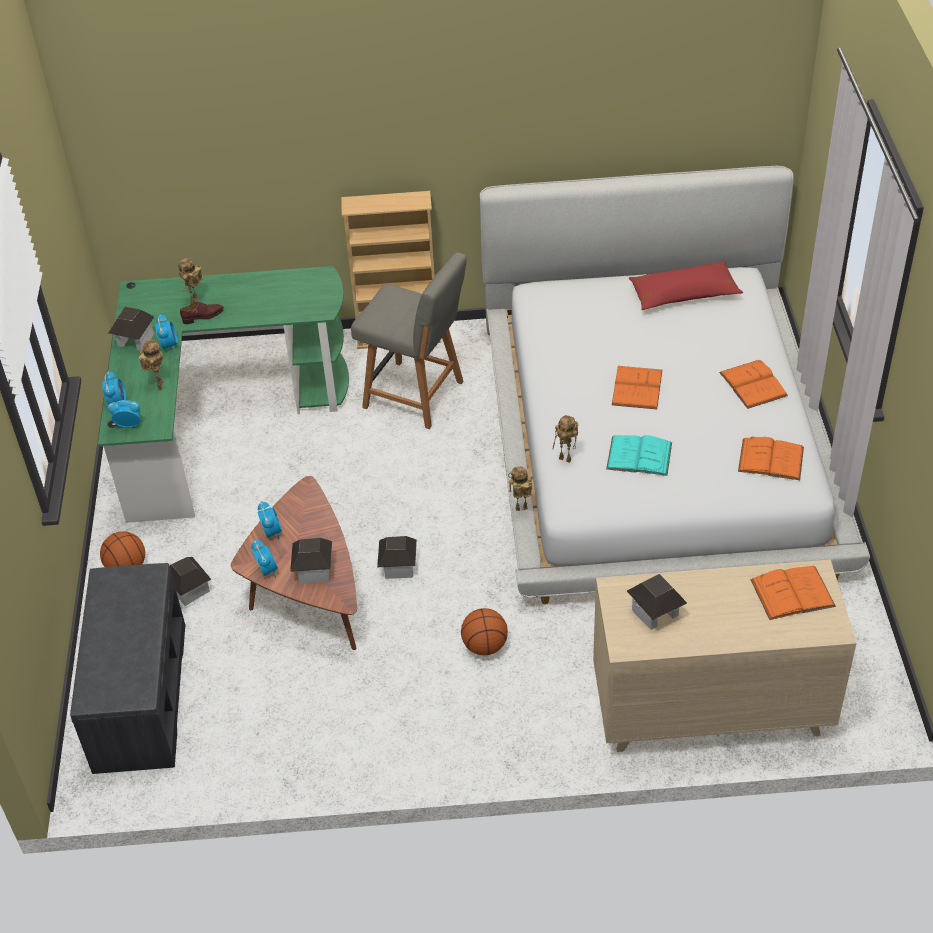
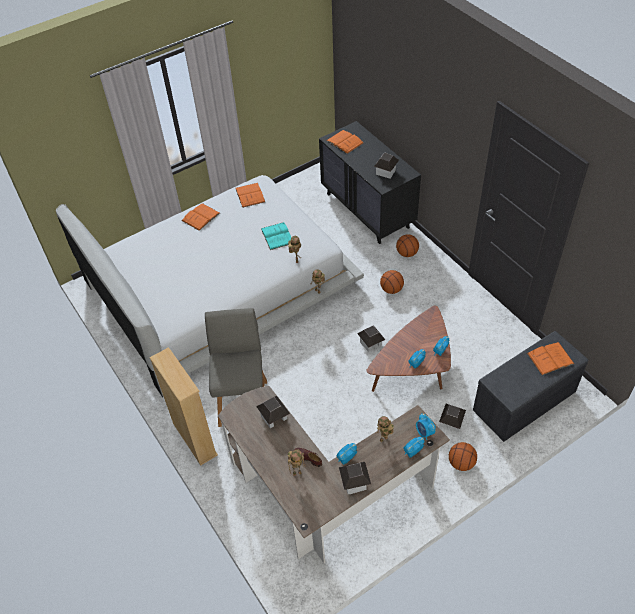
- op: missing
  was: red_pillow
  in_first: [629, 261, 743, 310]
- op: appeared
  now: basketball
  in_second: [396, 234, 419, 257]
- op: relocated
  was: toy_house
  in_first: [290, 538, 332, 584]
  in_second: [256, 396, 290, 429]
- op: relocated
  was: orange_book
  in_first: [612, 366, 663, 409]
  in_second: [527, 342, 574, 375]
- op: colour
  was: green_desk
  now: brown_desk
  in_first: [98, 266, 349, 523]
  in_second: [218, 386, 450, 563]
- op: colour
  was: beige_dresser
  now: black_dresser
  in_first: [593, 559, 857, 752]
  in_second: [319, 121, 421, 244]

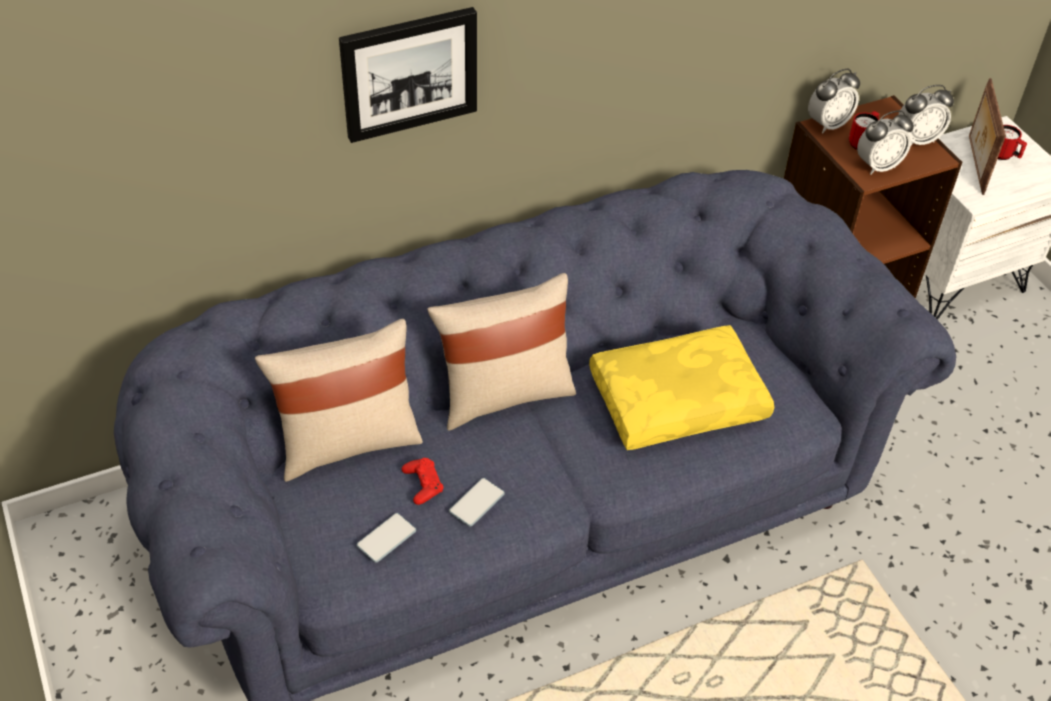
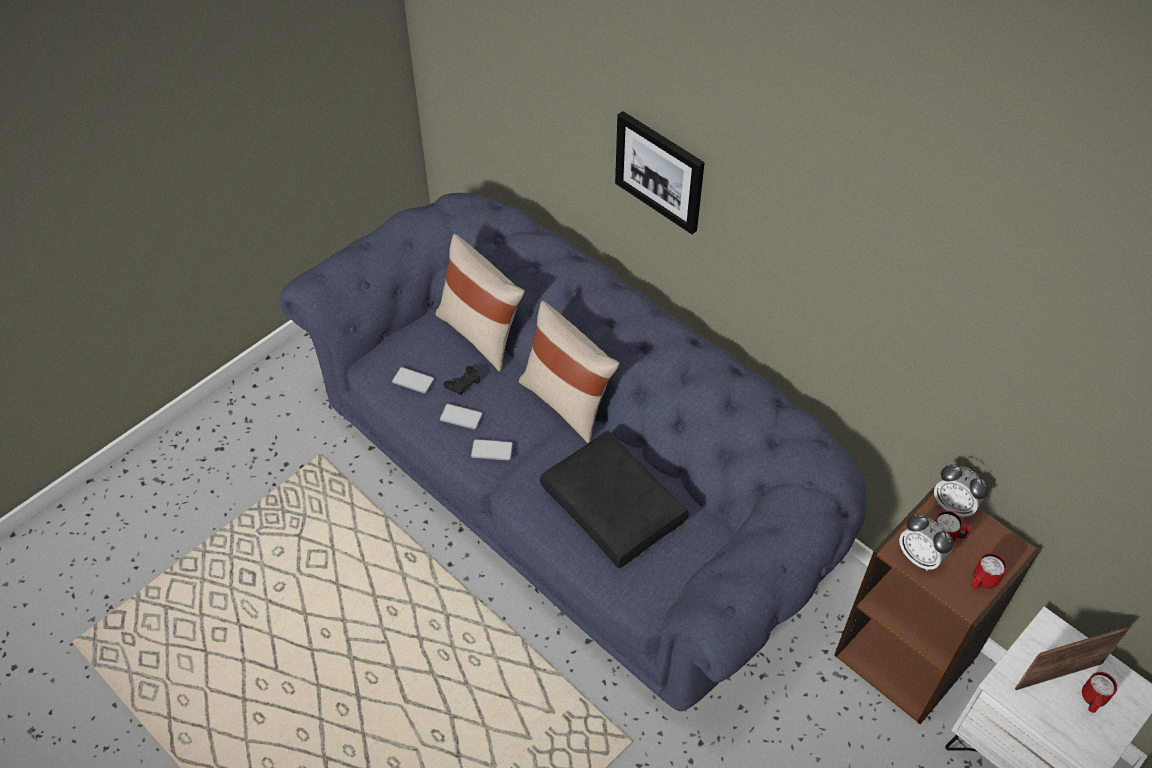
- op: appeared
  now: phone
  in_second: [471, 439, 513, 461]
- op: exchanged
  was: alarm_clock
  now: red_mug
  in_first: [898, 85, 954, 145]
  in_second: [971, 553, 1007, 589]
- op: colour
  was: red_game_controller
  now: black_game_controller
  in_first: [402, 458, 443, 505]
  in_second: [443, 366, 480, 395]
- op: colour
  was: yellow_pillow
  now: black_pillow
  in_first: [589, 325, 774, 450]
  in_second: [540, 431, 689, 569]

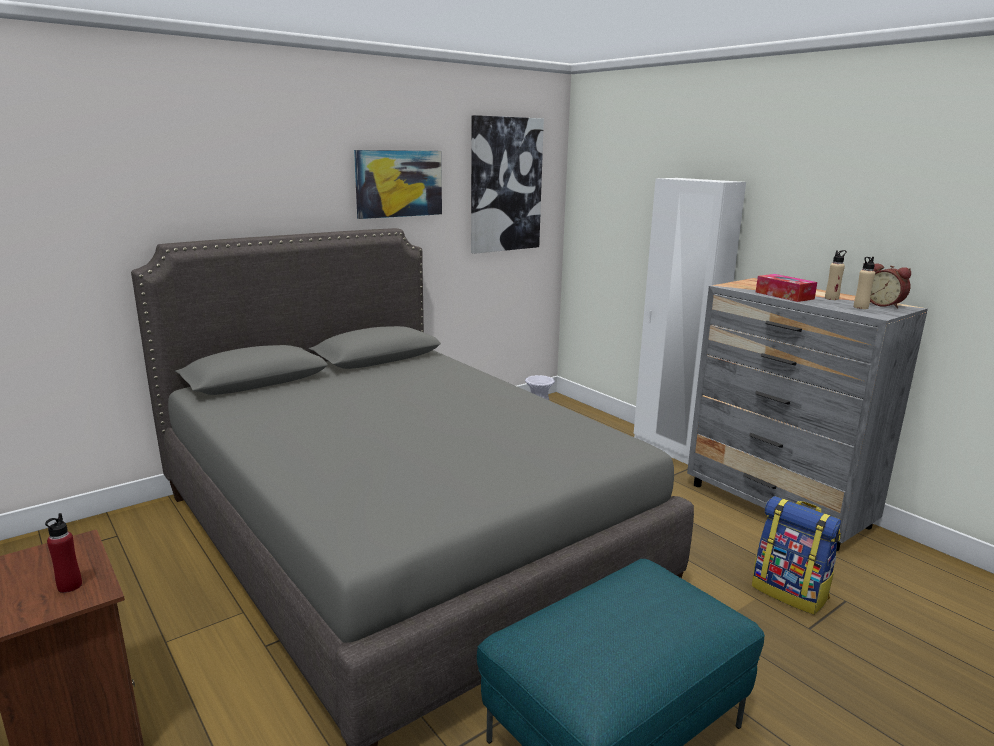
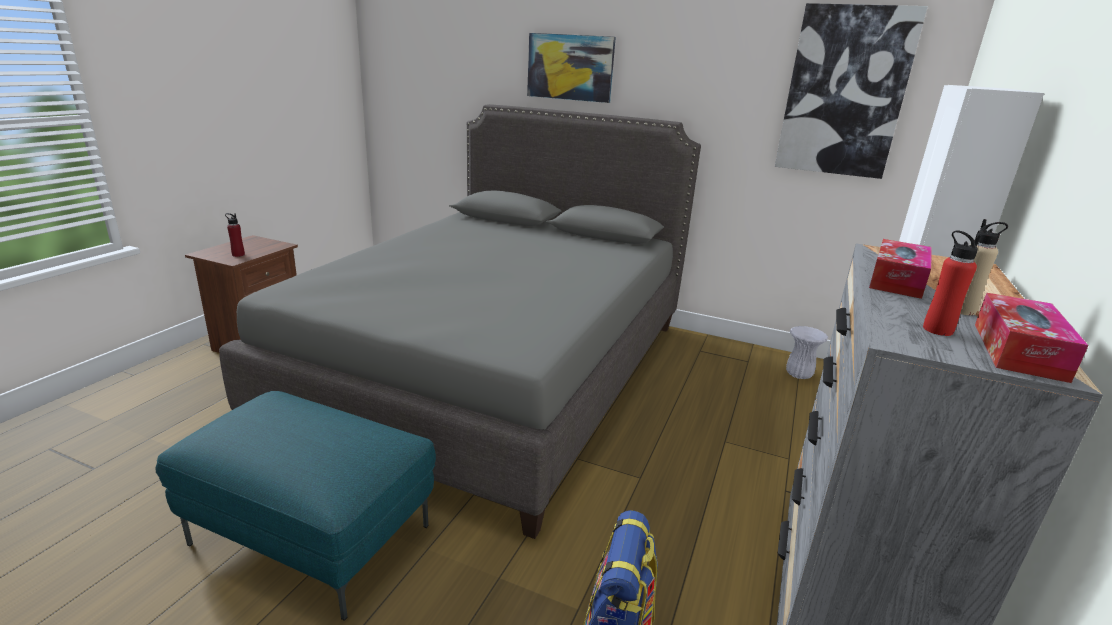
- op: relocated
  was: picture
  in_first: [354, 150, 442, 219]
  in_second: [527, 33, 616, 103]
- op: exchanged
  was: alarm_clock
  now: tissue_box
  in_first: [870, 264, 911, 308]
  in_second: [975, 293, 1089, 383]
- op: colour
  was: beige_bottle
  now: red_bottle
  in_first: [853, 257, 875, 309]
  in_second: [923, 230, 981, 336]

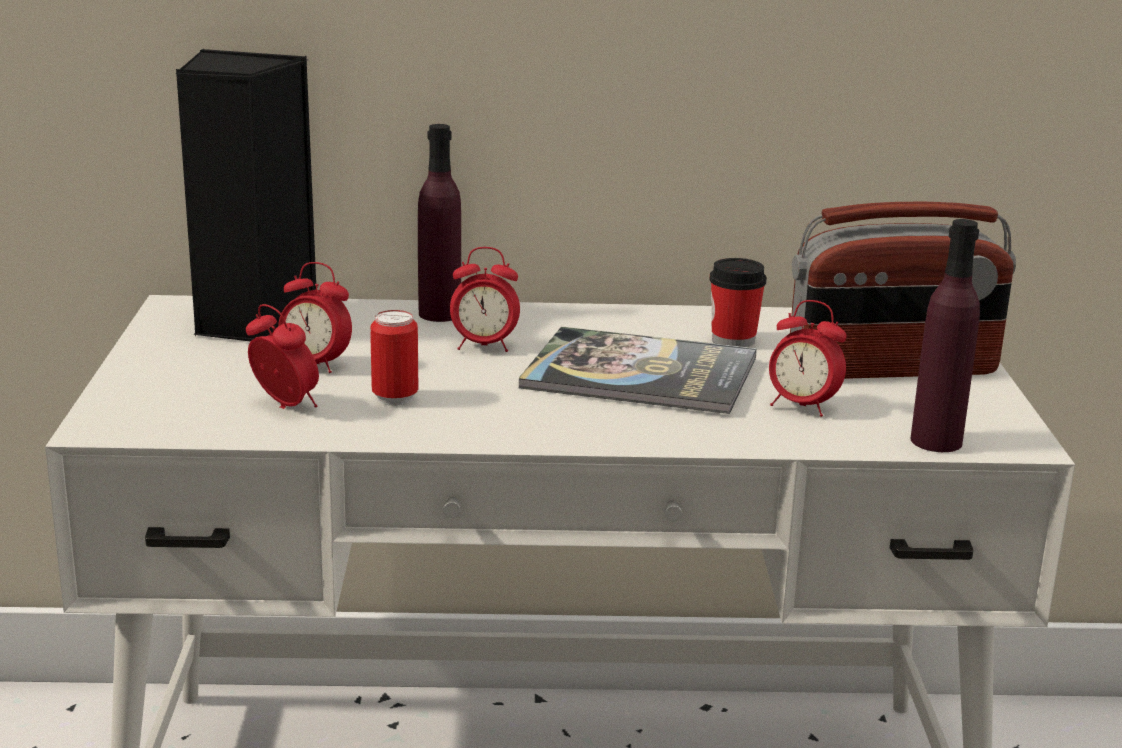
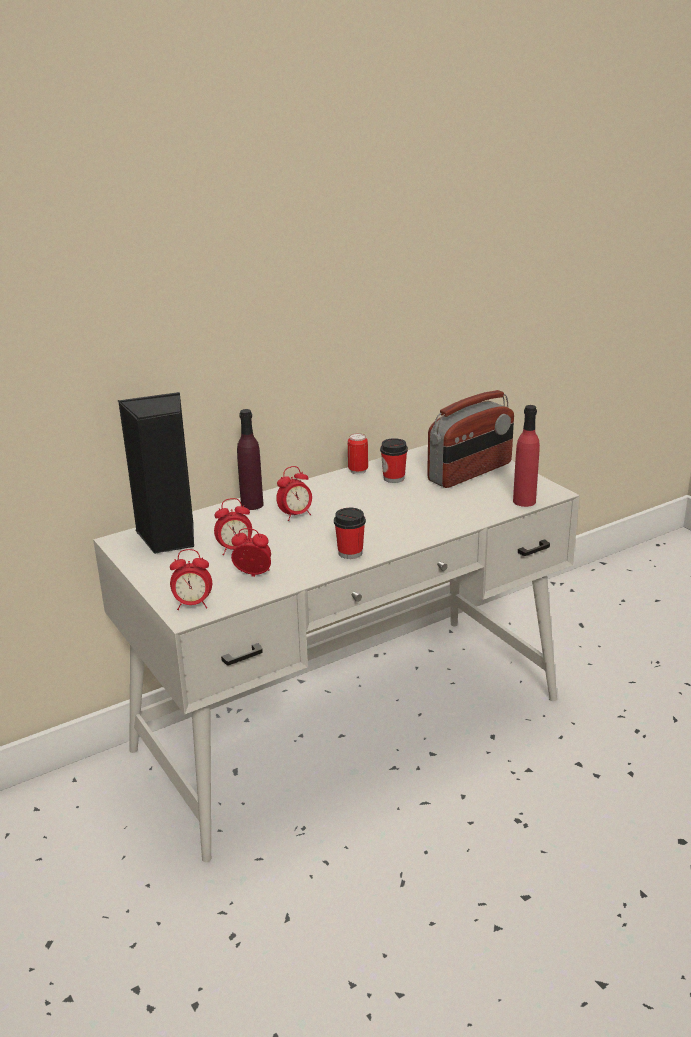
- op: missing
  was: book
  in_first: [519, 327, 757, 414]
- op: appeared
  now: cup
  in_second: [334, 508, 366, 559]
- op: relocated
  was: can
  in_first: [370, 310, 418, 406]
  in_second: [348, 433, 368, 474]
- op: relocated
  was: alarm_clock
  in_first: [769, 300, 846, 417]
  in_second: [170, 549, 212, 610]
- op: colour
  was: purple_bottle
  now: red_bottle
  in_first: [910, 219, 980, 452]
  in_second: [513, 405, 540, 507]

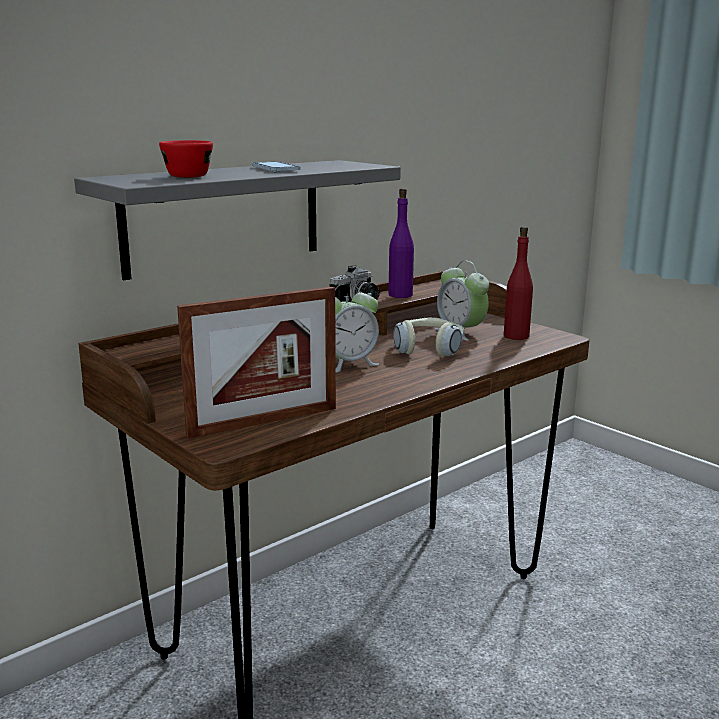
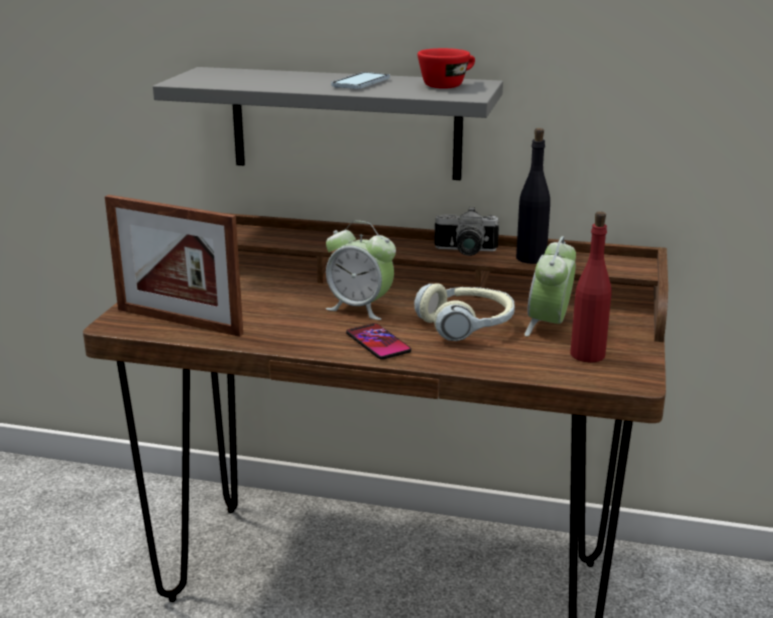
- op: appeared
  now: phone
  in_second: [346, 323, 411, 360]
- op: relocated
  was: red_cup
  in_first: [159, 140, 213, 178]
  in_second: [417, 48, 475, 89]
- op: colour
  was: purple_bottle
  now: black_bottle
  in_first: [388, 188, 414, 298]
  in_second: [516, 128, 550, 264]

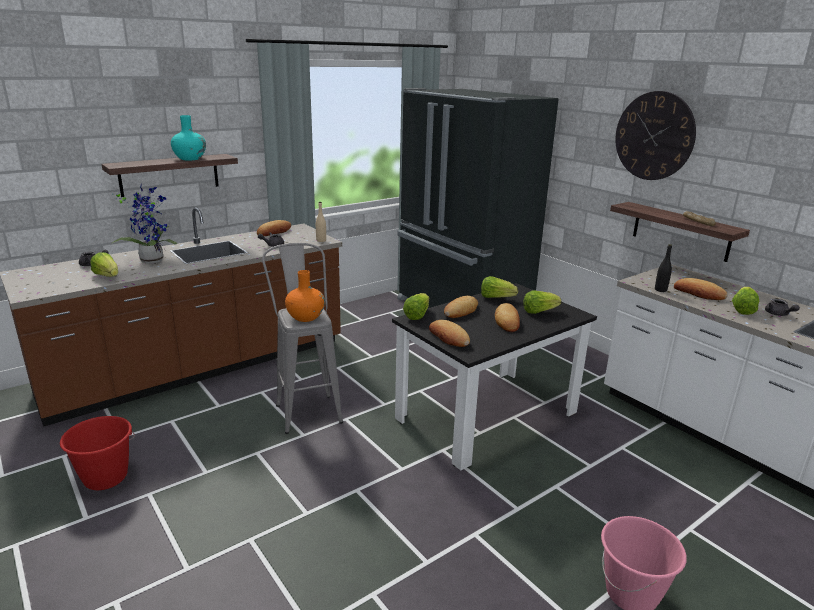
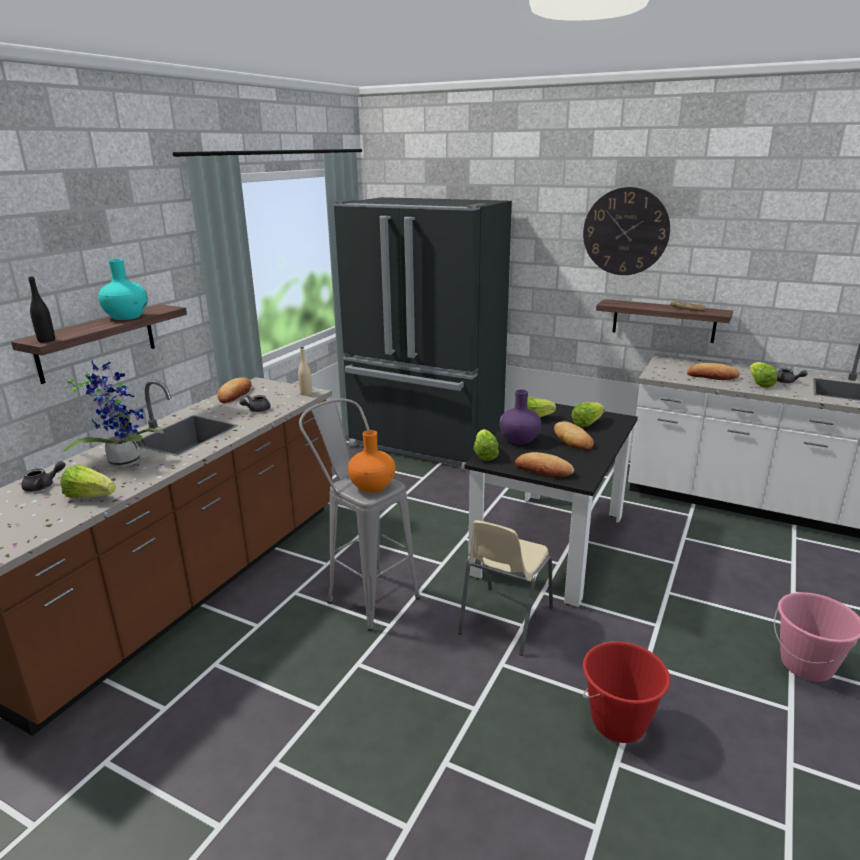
- op: appeared
  now: beige_chair
  in_second: [458, 520, 553, 656]
- op: relocated
  was: red_bucket
  in_first: [60, 416, 135, 490]
  in_second: [583, 642, 670, 743]
- op: relocated
  was: black_bottle
  in_first: [655, 244, 672, 292]
  in_second: [28, 276, 55, 343]
- op: exchanged
  was: bread
  now: purple_vase
  in_first: [444, 296, 478, 318]
  in_second: [499, 390, 541, 445]

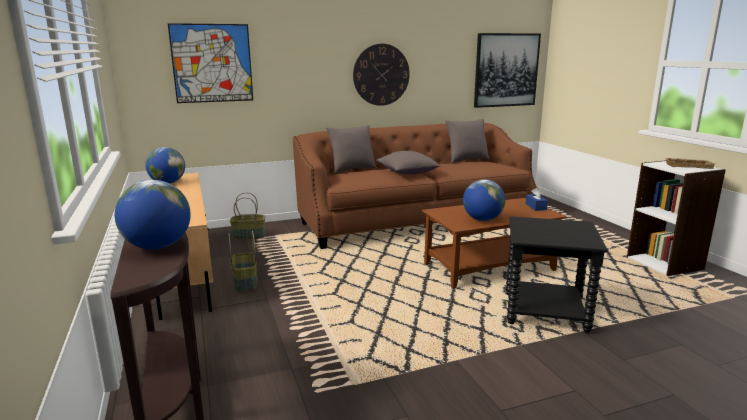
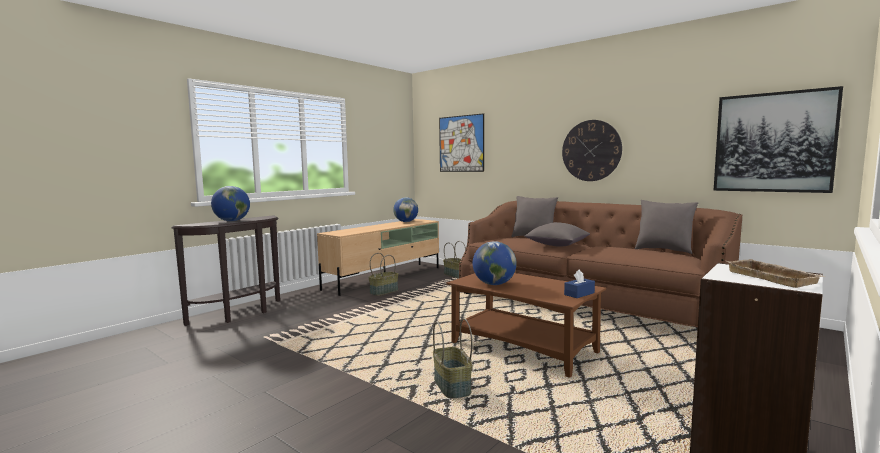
- op: exchanged
  was: black_side_table
  now: basket
  in_first: [506, 216, 608, 333]
  in_second: [433, 318, 473, 399]

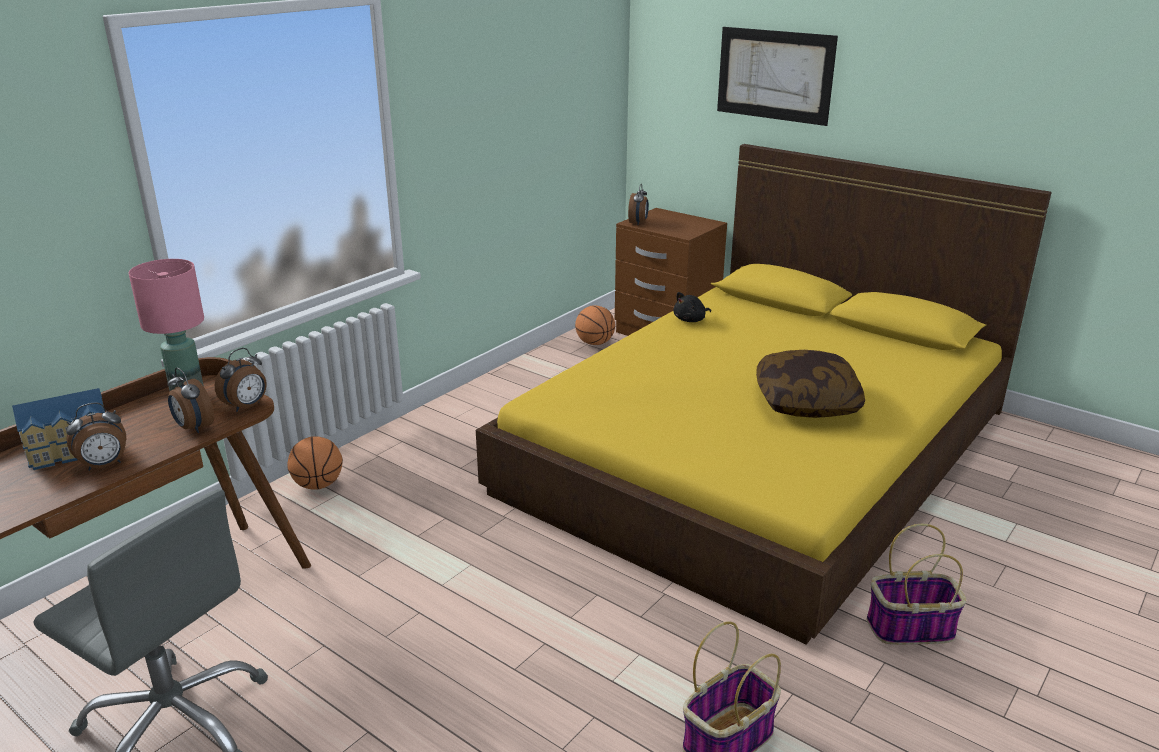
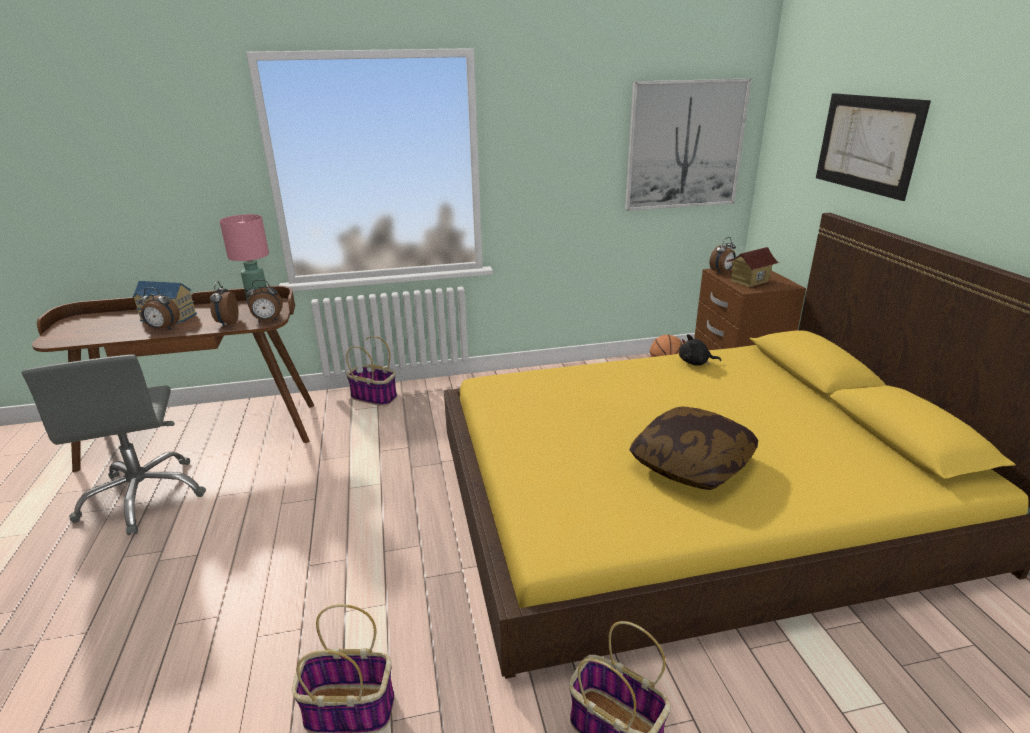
- op: appeared
  now: picture
  in_second: [625, 78, 752, 211]
- op: appeared
  now: toy_house
  in_second: [726, 247, 780, 287]
- op: exchanged
  was: basketball
  now: basket
  in_first: [287, 436, 343, 490]
  in_second: [346, 336, 397, 406]

